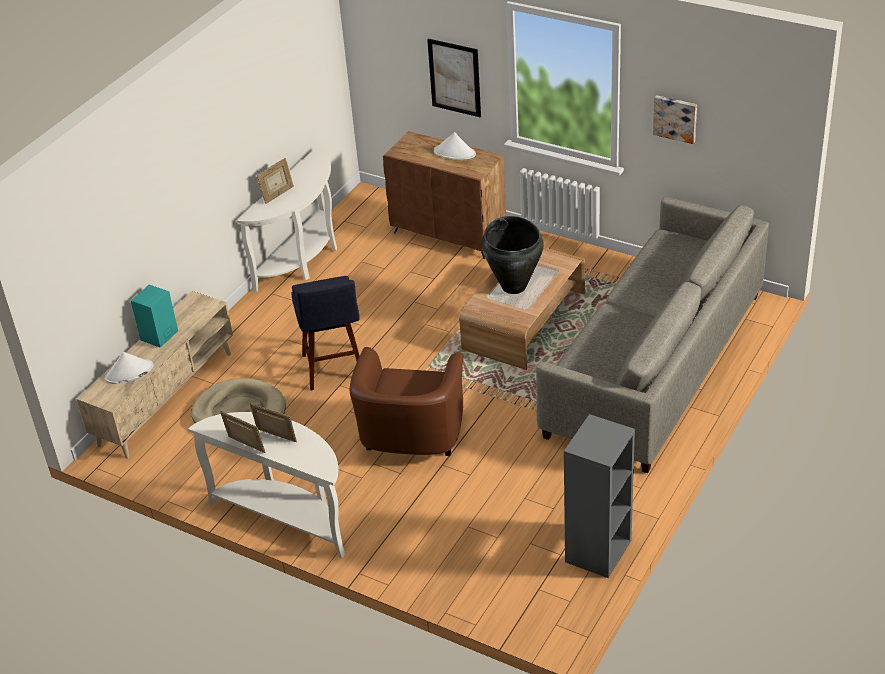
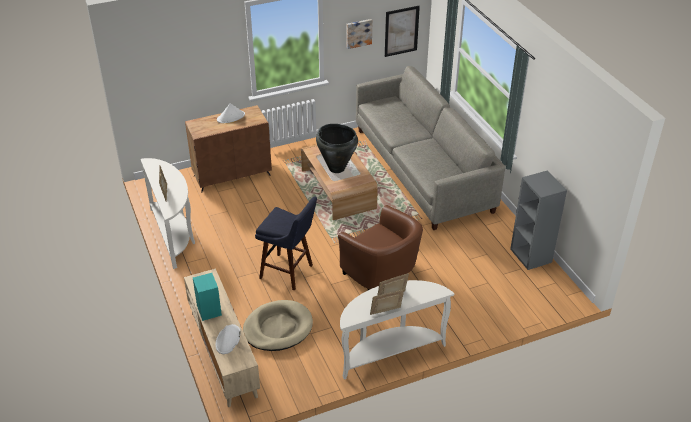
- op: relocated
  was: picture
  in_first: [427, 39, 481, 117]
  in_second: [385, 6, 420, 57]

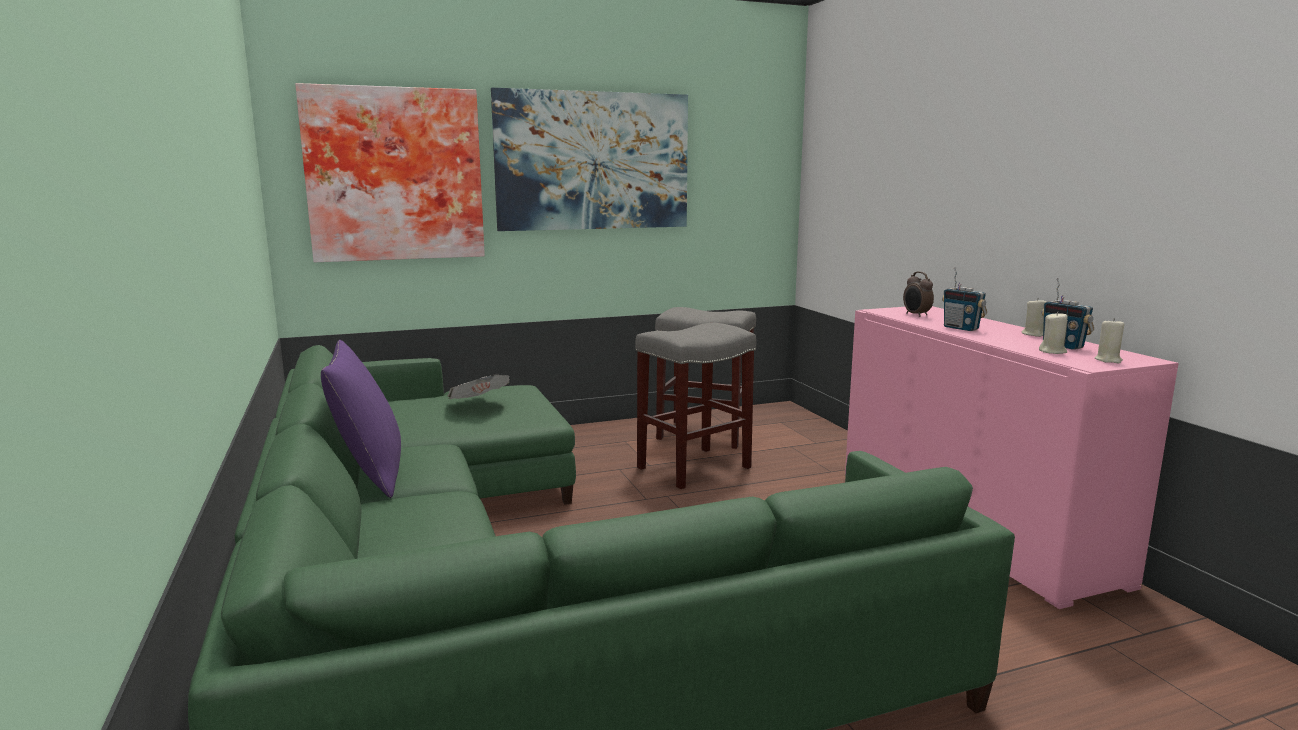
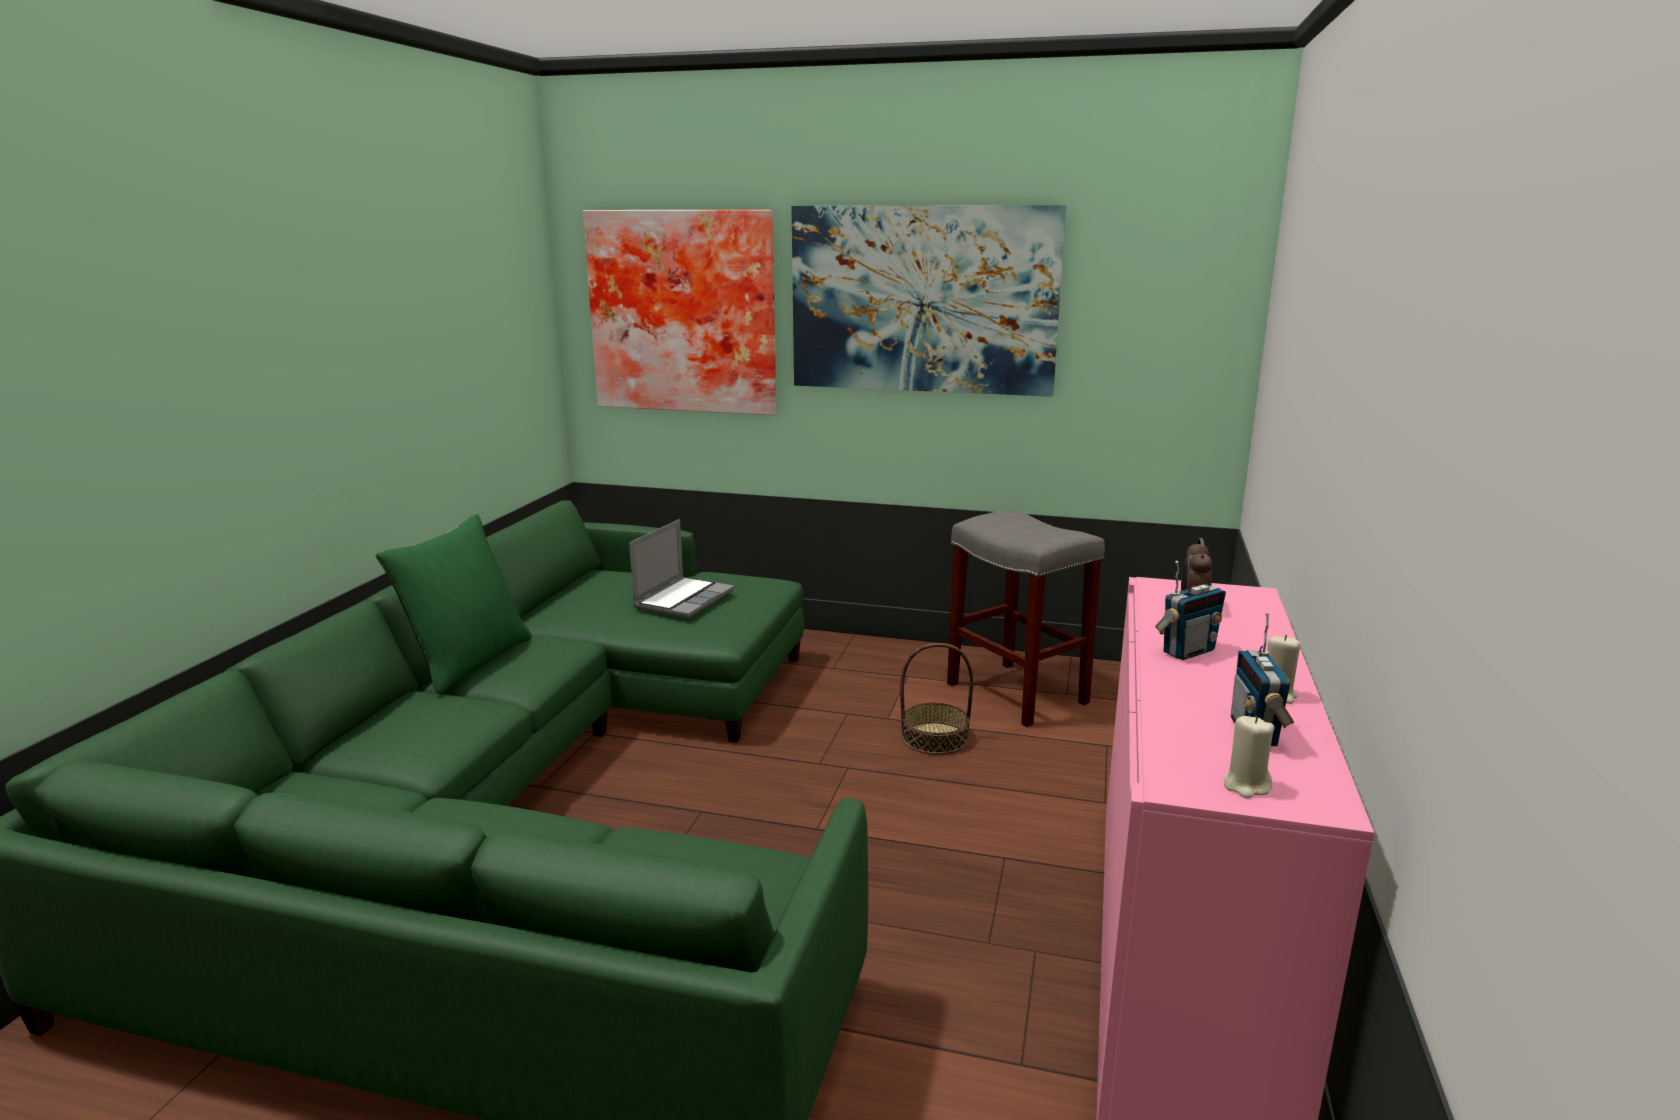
- op: missing
  was: beige_candle
  in_first: [1039, 312, 1068, 354]
- op: exchanged
  was: newspaper
  now: laptop
  in_first: [448, 374, 509, 399]
  in_second: [629, 519, 734, 618]
- op: exchanged
  was: grey_stool
  now: basket
  in_first: [635, 323, 756, 489]
  in_second: [900, 643, 973, 755]
- op: colour
  was: purple_pillow
  now: green_pillow
  in_first: [321, 340, 401, 498]
  in_second: [375, 514, 532, 694]
- op: spun
  was: radio
  in_first: [942, 267, 987, 331]
  in_second: [1155, 561, 1226, 660]
  clockwise: -120

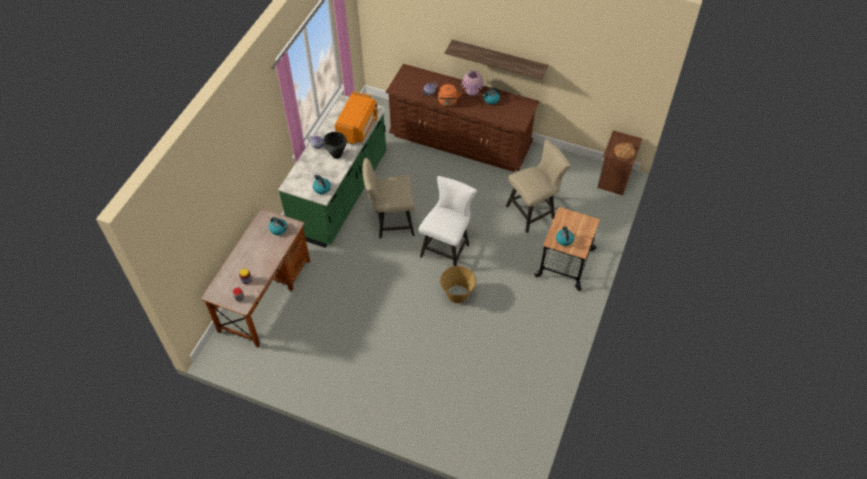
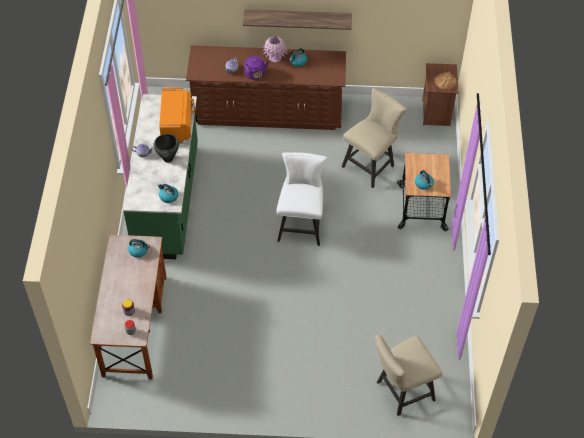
- op: missing
  was: basket
  in_first: [440, 266, 476, 303]
- op: relocated
  was: beige_chair
  in_first: [363, 158, 415, 238]
  in_second: [375, 335, 443, 416]
- op: colour
  was: orange_kettle
  now: purple_kettle
  in_first: [438, 84, 462, 106]
  in_second: [244, 56, 269, 80]

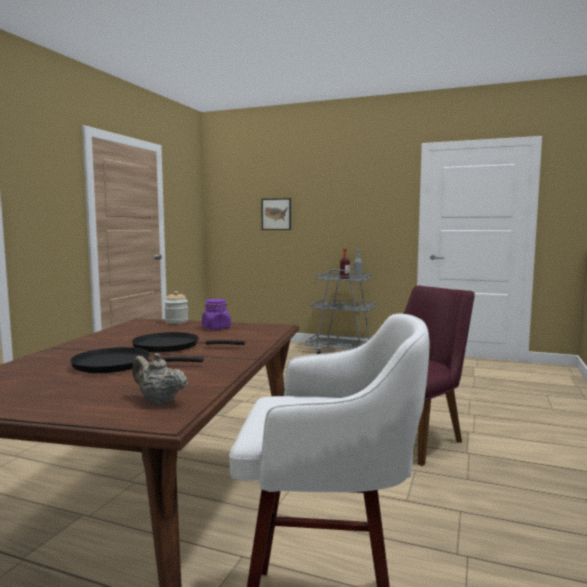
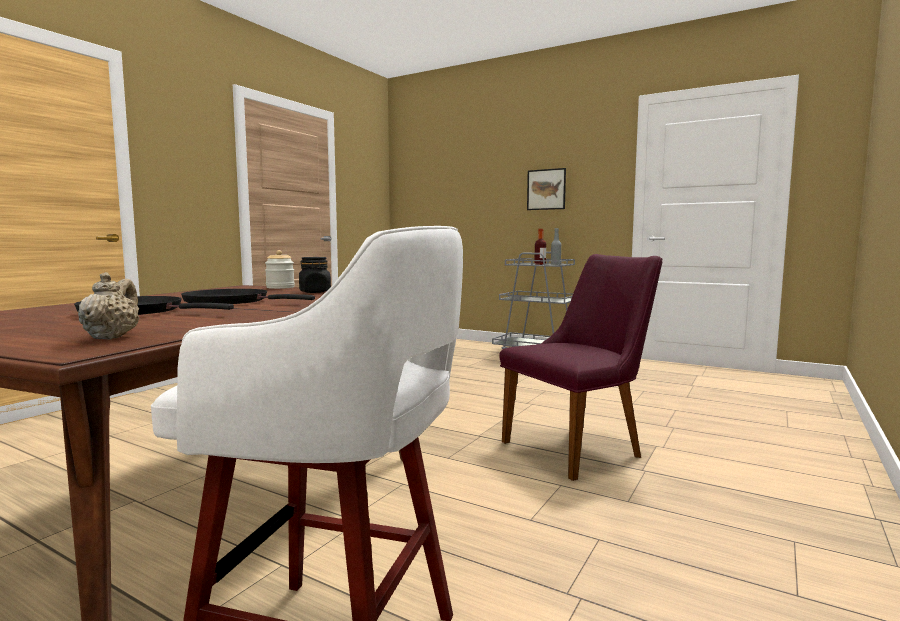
- op: relocated
  was: picture
  in_first: [261, 198, 291, 230]
  in_second: [527, 168, 566, 210]
- op: colour
  was: purple_jar
  now: black_jar
  in_first: [202, 299, 231, 330]
  in_second: [299, 257, 331, 293]
- op: spun
  was: beige_teapot
  in_first: [132, 353, 188, 404]
  in_second: [78, 272, 140, 340]
  clockwise: 45

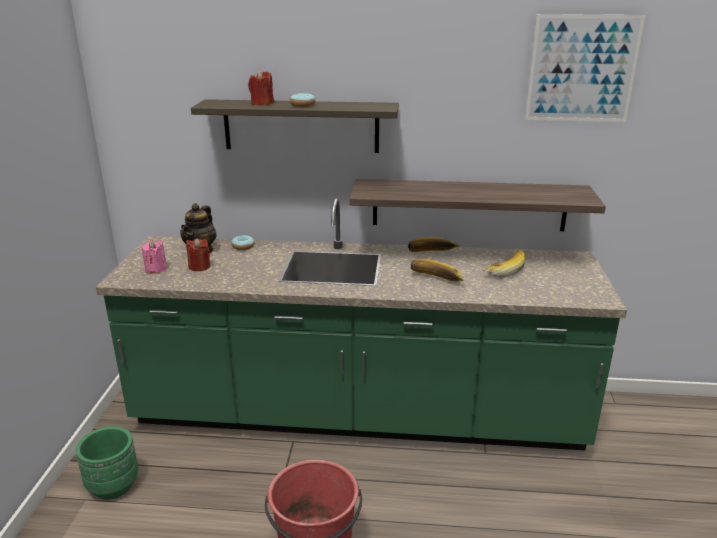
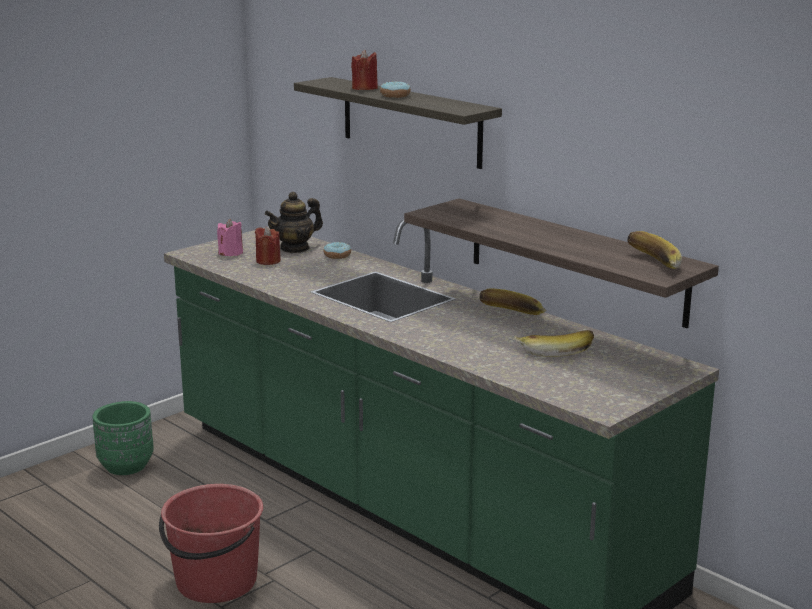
- op: missing
  was: picture
  in_first: [525, 14, 646, 122]
- op: relocated
  was: banana
  in_first: [411, 259, 465, 282]
  in_second: [627, 231, 682, 269]

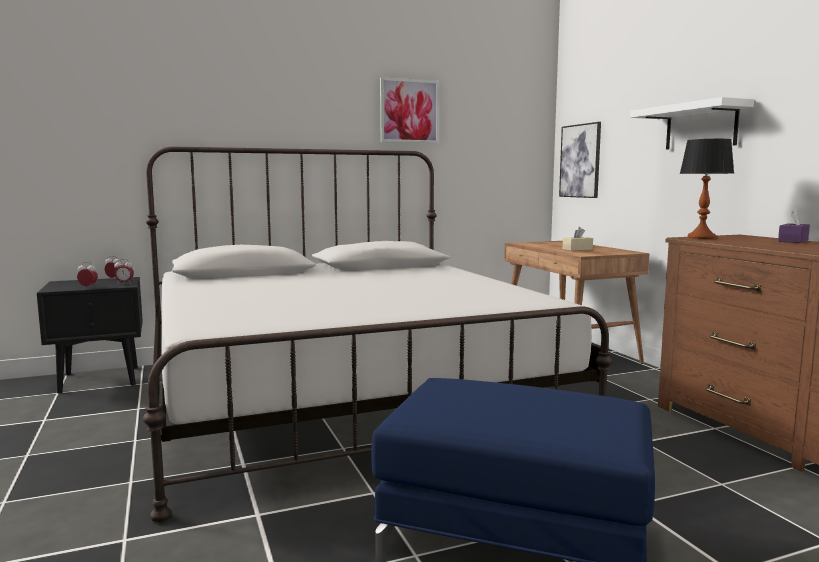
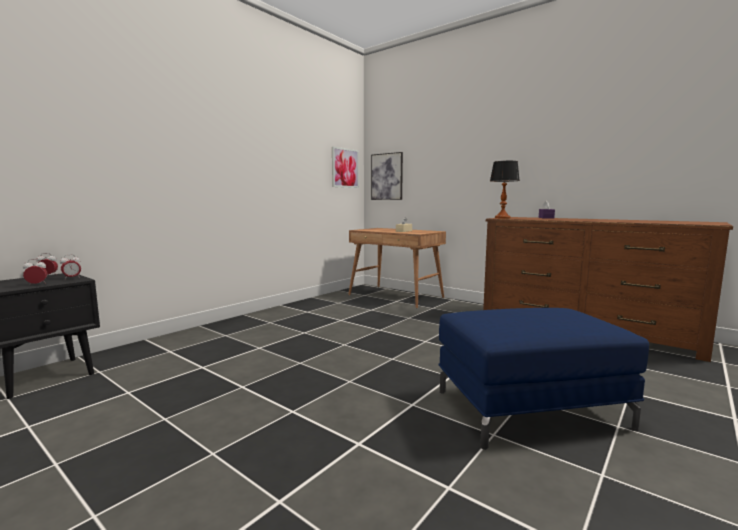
- op: missing
  was: white_bed
  in_first: [143, 147, 613, 522]
- op: missing
  was: white_shelf
  in_first: [630, 97, 754, 150]
- op: relocated
  was: picture
  in_first: [380, 77, 439, 143]
  in_second: [332, 147, 359, 188]

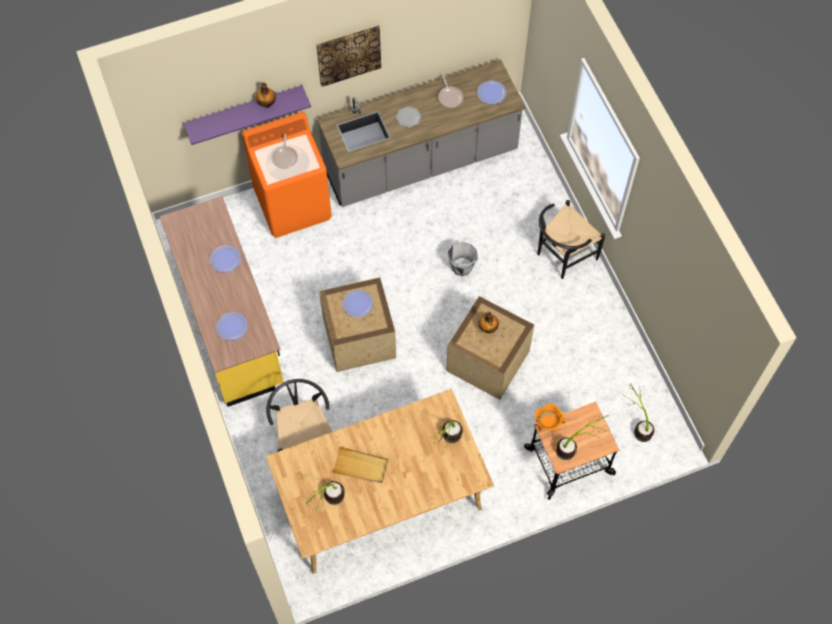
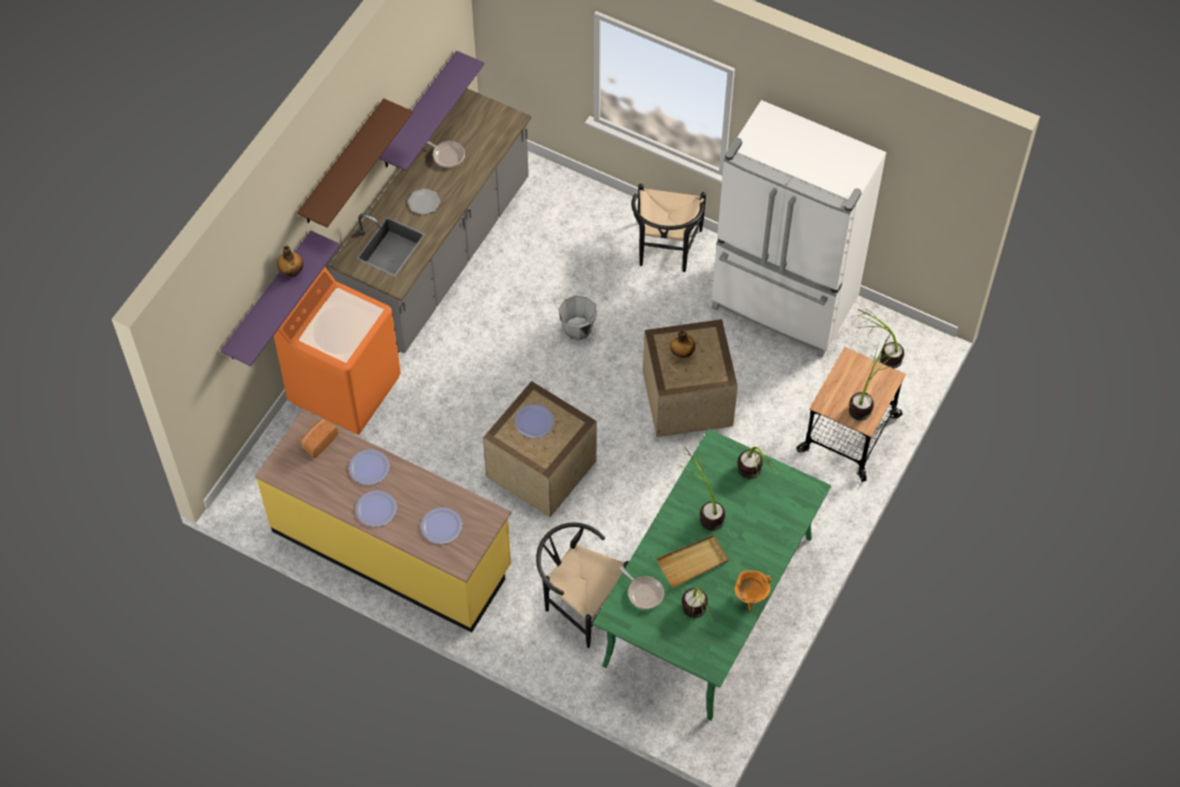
- op: appeared
  now: bread
  in_second: [301, 419, 338, 458]
- op: appeared
  now: purple_shelf
  in_second: [379, 51, 484, 171]
- op: appeared
  now: potted_plant
  in_second: [678, 447, 725, 531]
- op: appeared
  now: white_fridge
  in_second: [711, 100, 886, 358]
- op: relocated
  was: frying_pan
  in_first: [272, 134, 298, 169]
  in_second: [620, 567, 664, 610]
- op: relocated
  was: plate
  in_first: [477, 80, 506, 104]
  in_second: [356, 490, 397, 527]
- op: relocated
  was: orange_cooking_pot
  in_first: [535, 404, 566, 432]
  in_second: [734, 570, 771, 611]
- op: exchanged
  was: picture
  now: brown_shelf
  in_first: [316, 25, 381, 87]
  in_second: [297, 98, 413, 227]
- op: colour
  was: beige_dining_table
  now: green_dining_table
  in_first: [266, 389, 494, 574]
  in_second: [592, 429, 831, 721]

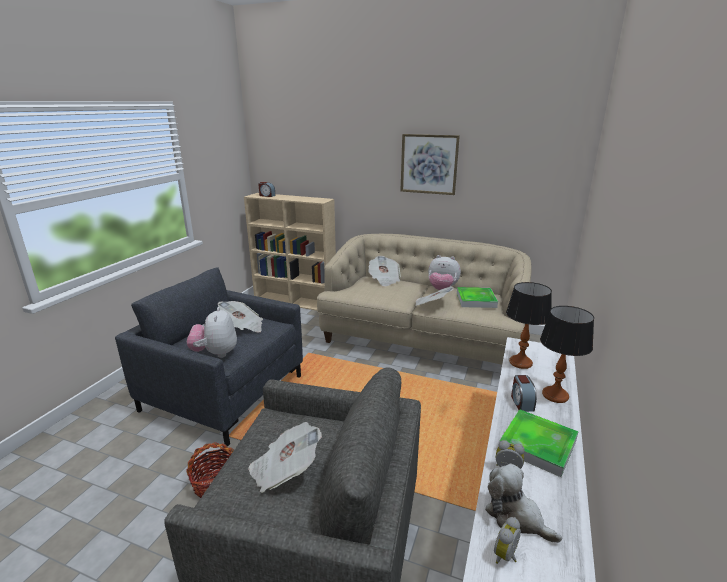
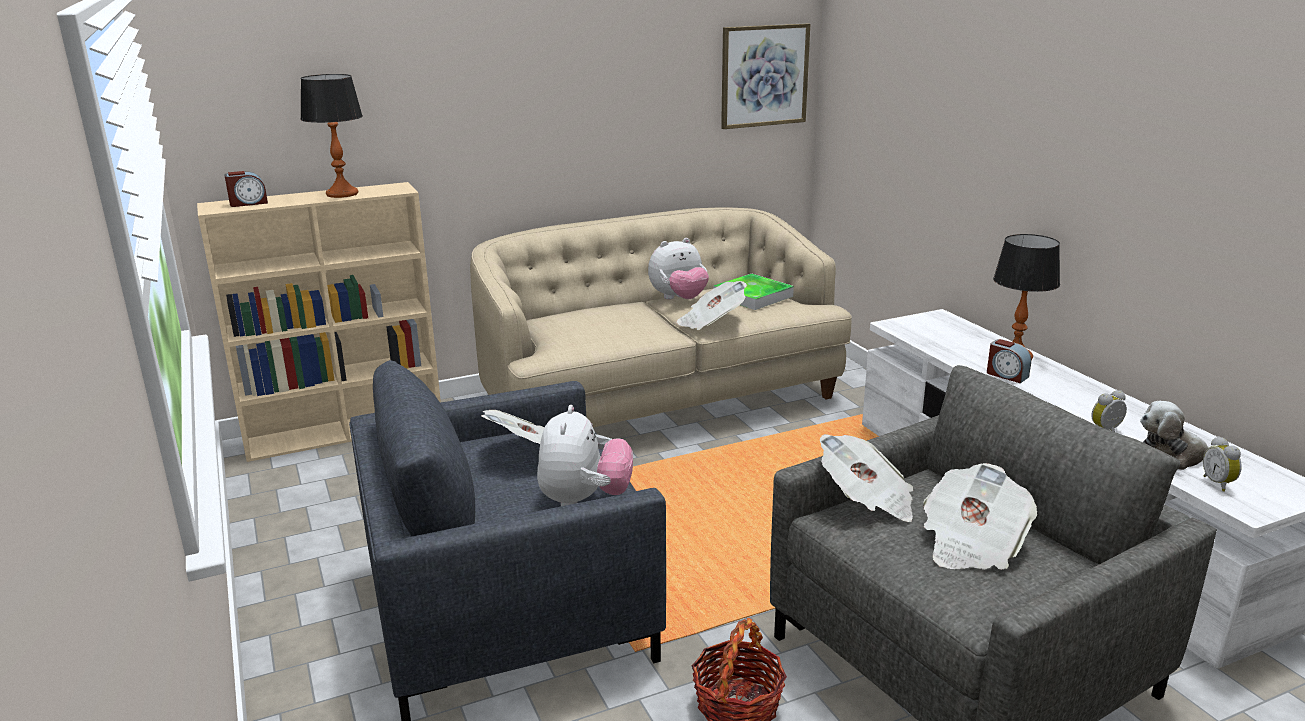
- op: missing
  was: tray
  in_first: [499, 409, 579, 477]
- op: relocated
  was: newspaper
  in_first: [368, 256, 401, 287]
  in_second: [820, 434, 913, 522]
- op: relocated
  was: picture
  in_first: [401, 134, 460, 195]
  in_second: [721, 23, 810, 129]
- op: relocated
  was: table_lamp
  in_first: [506, 282, 552, 369]
  in_second: [300, 74, 363, 198]
- op: spun
  was: plush_toy
  in_first: [187, 307, 237, 358]
  in_second: [537, 405, 633, 506]
  clockwise: -120

